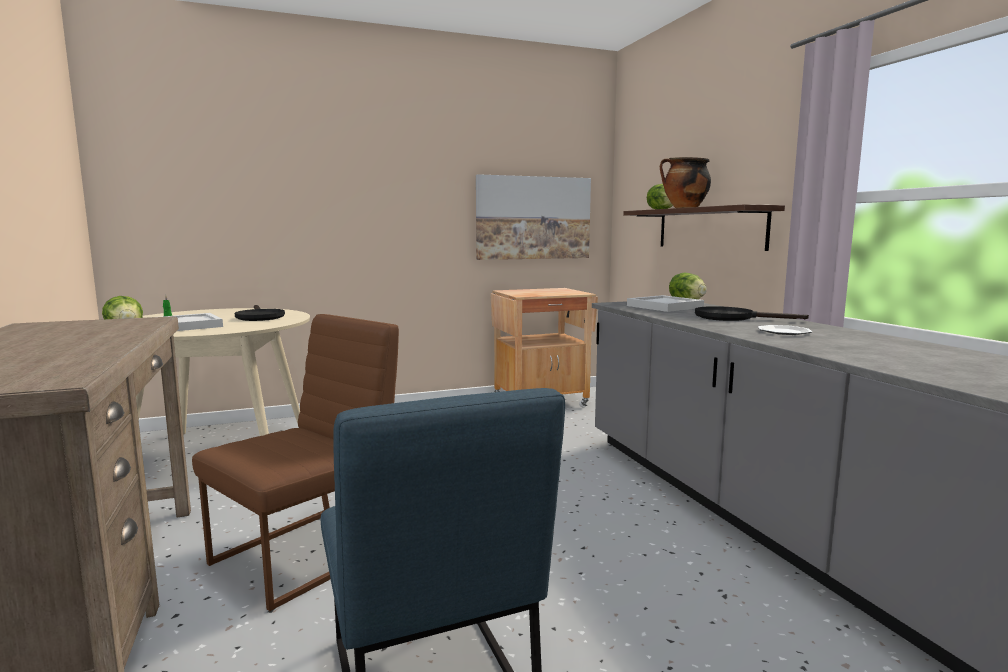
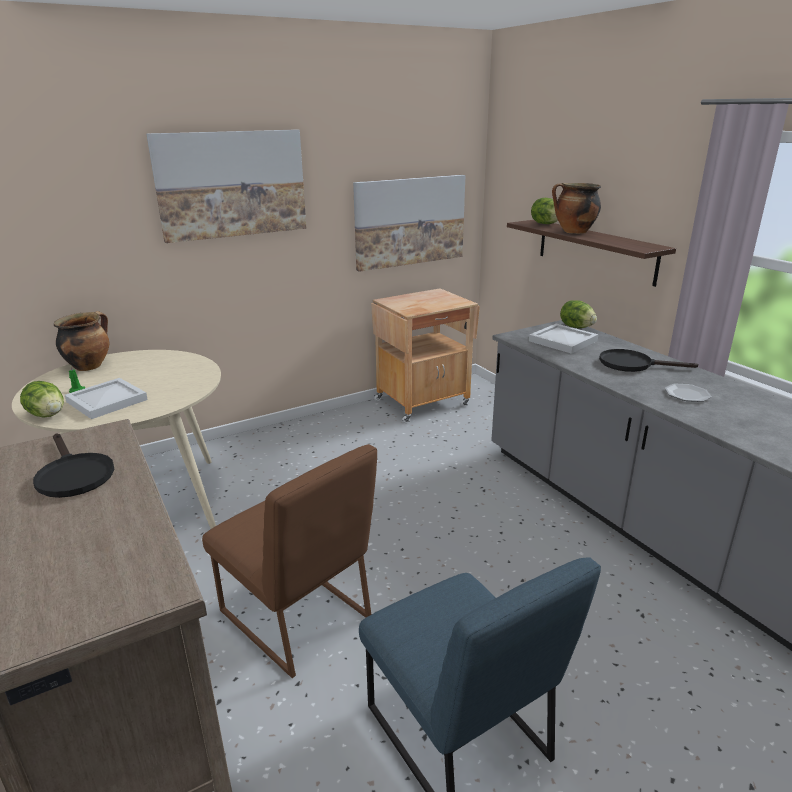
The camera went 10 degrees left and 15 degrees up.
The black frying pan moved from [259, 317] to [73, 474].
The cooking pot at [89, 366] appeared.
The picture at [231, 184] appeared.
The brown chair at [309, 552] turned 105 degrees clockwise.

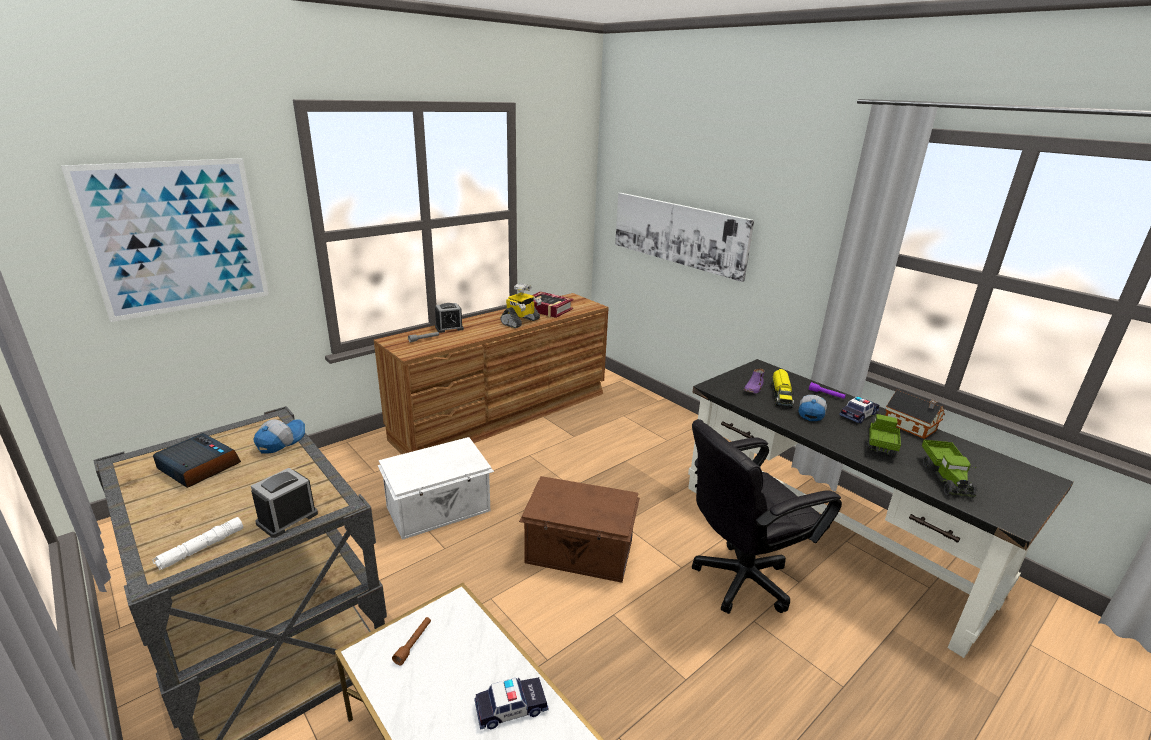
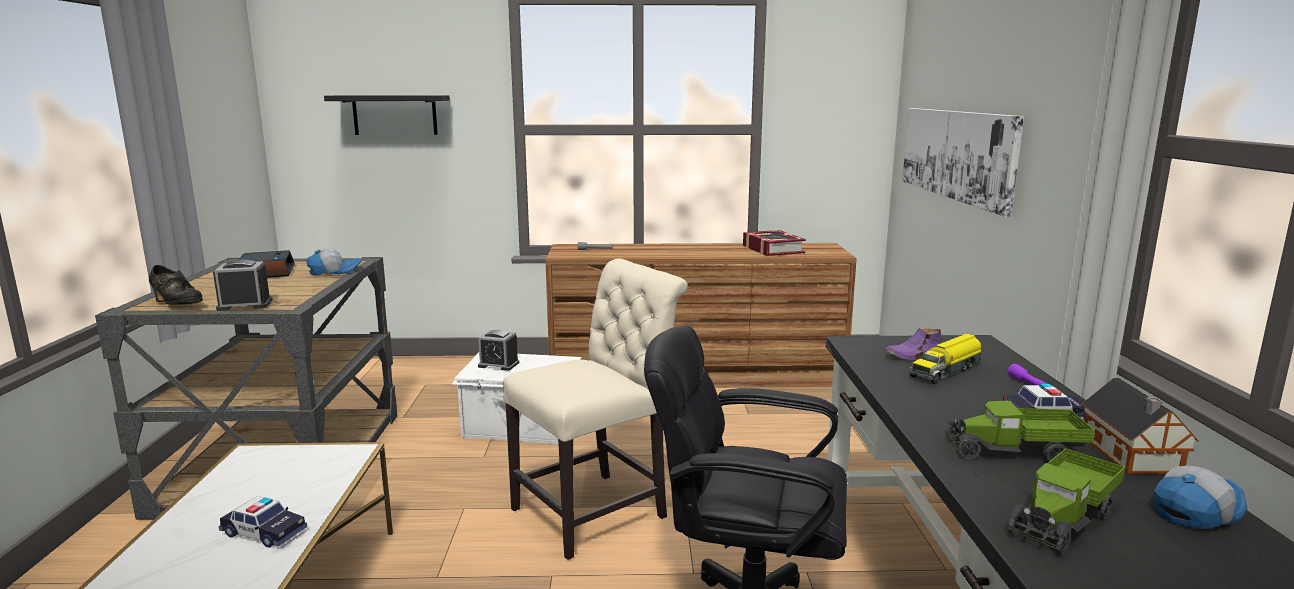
The camera went 40 degrees right and 10 degrees down.
The white flashlight at [201, 548] was replaced by the black shoe at [177, 305].
The picture at [177, 238] was replaced by the black shelf at [395, 115].
The alarm clock moved from [449, 328] to [498, 364].
The brown storage box at [579, 553] was replaced by the beige chair at [598, 511].
The toy truck at [880, 443] turned 150 degrees counterclockwise.
The cap moved from [810, 412] to [1195, 511].
The brown flashlight at [413, 643] disappeared.
The toy robot at [520, 322] disappeared.

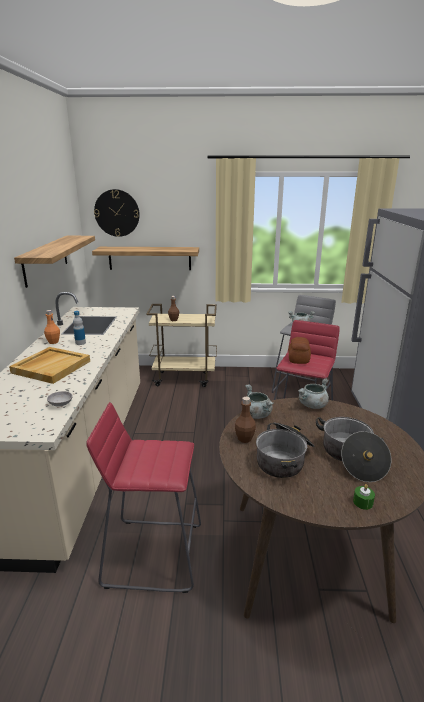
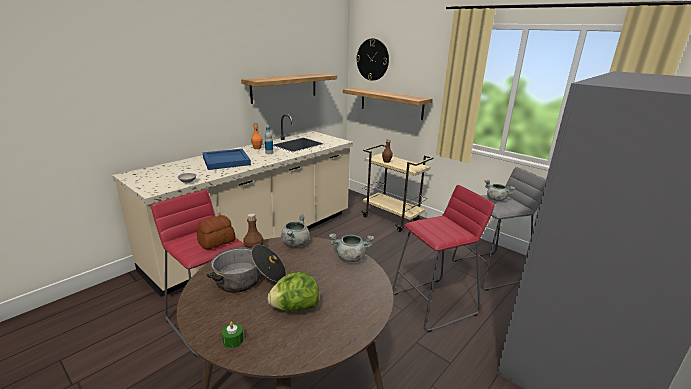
The camera went 40 degrees right and 0 degrees up.
The bread moved from [298, 359] to [216, 241].
The beige tray at [51, 367] became the blue tray at [226, 161].
The cooking pot at [351, 457] was replaced by the lettuce at [295, 308].

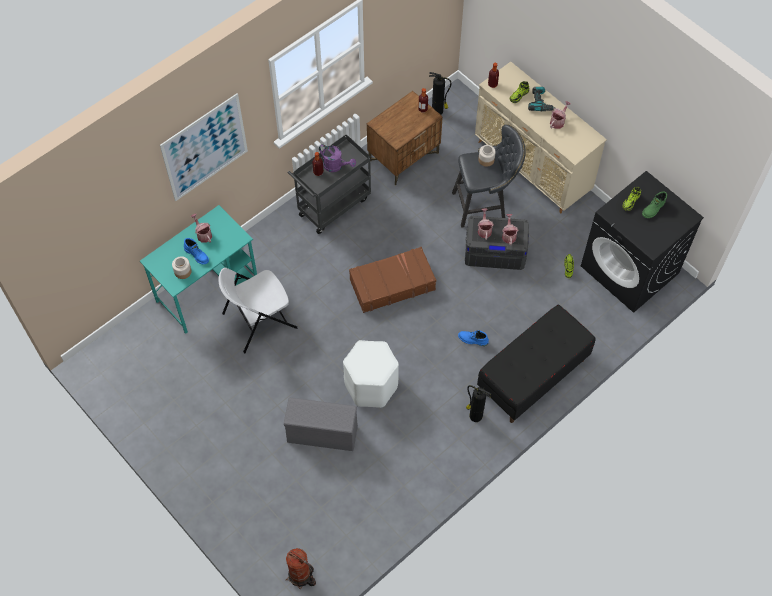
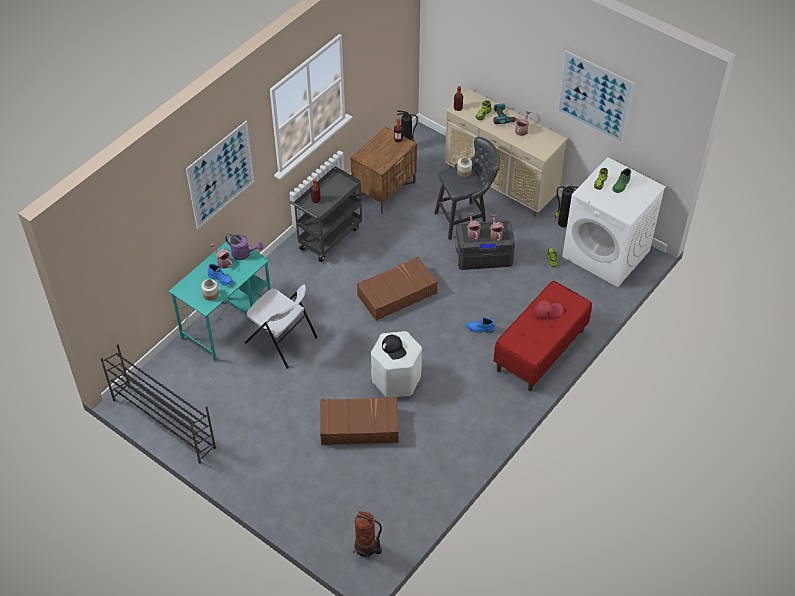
The camera went 10 degrees left and 10 degrees down.
The black shoe rack at [163, 423] appeared.
The purple watering can moved from [336, 166] to [244, 254].
The white chair at [259, 320] turned 105 degrees counterclockwise.
The grey storage box at [321, 434] was replaced by the brown suitcase at [359, 426].
The black cap at [394, 348] appeared.
The black bench at [532, 376] became the red bench at [540, 351].
The red cap at [548, 310] appeared.
The fire extinguisher moved from [475, 415] to [562, 223].
The picture at [594, 97] appeared.
The black washing machine at [630, 270] became the white washing machine at [606, 253].

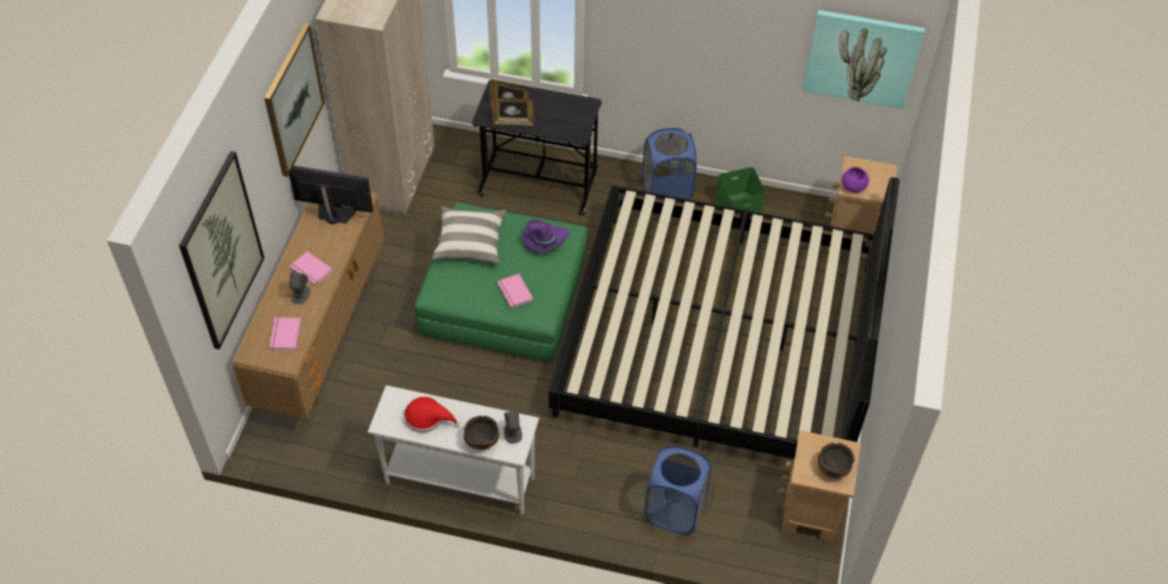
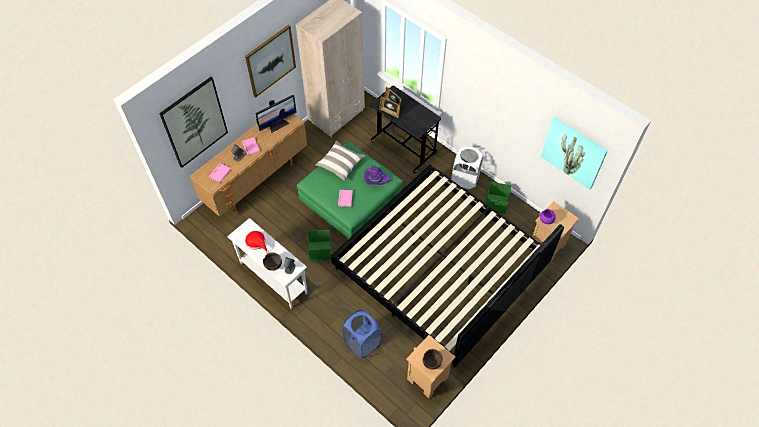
The camera went 30 degrees right and 5 degrees up.
The monitor at [334, 215] turned 105 degrees clockwise.
The green storage box at [319, 250] appeared.
The blue laundry basket at [667, 191] became the white laundry basket at [465, 179].

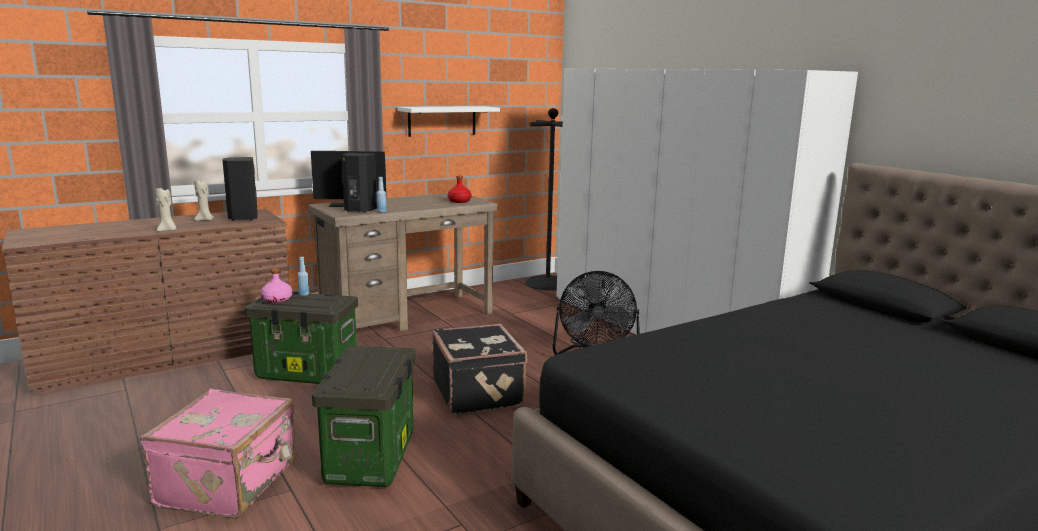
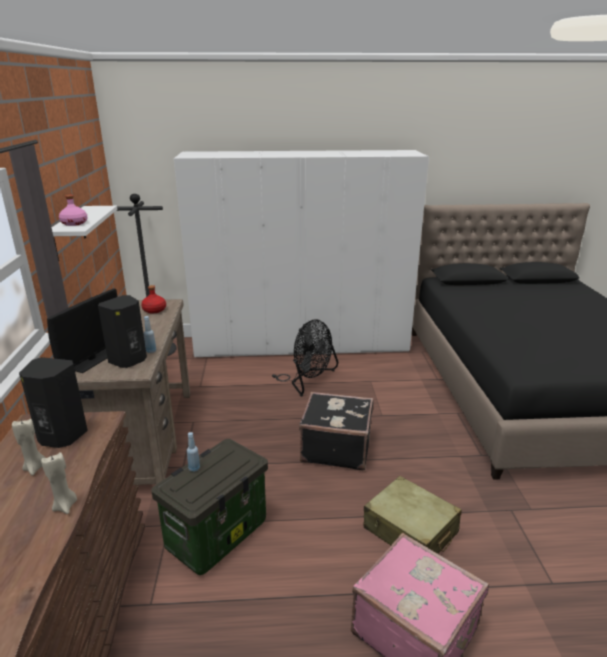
The camera went 60 degrees left and 10 degrees up.
The pink bottle moved from [277, 300] to [74, 223].
The storage box at [371, 459] was replaced by the beige suitcase at [410, 530].

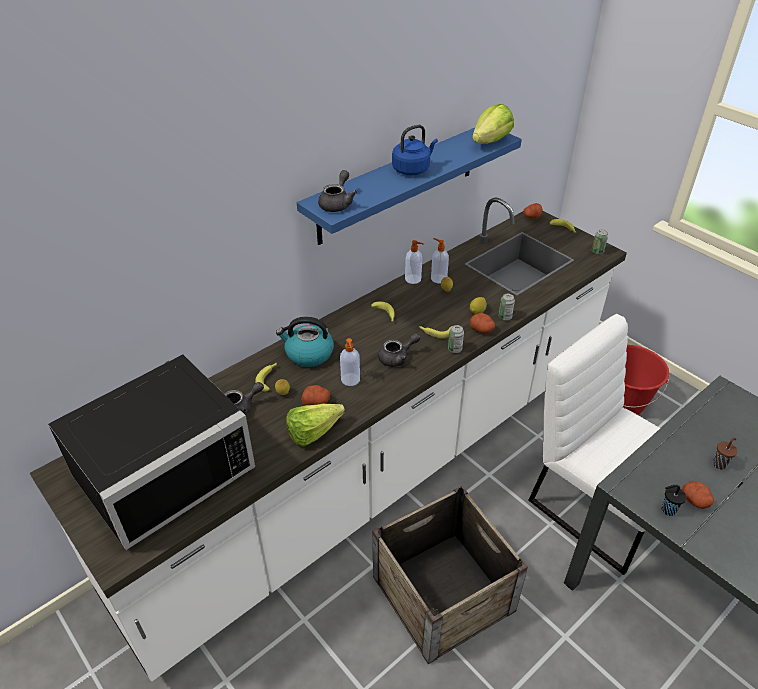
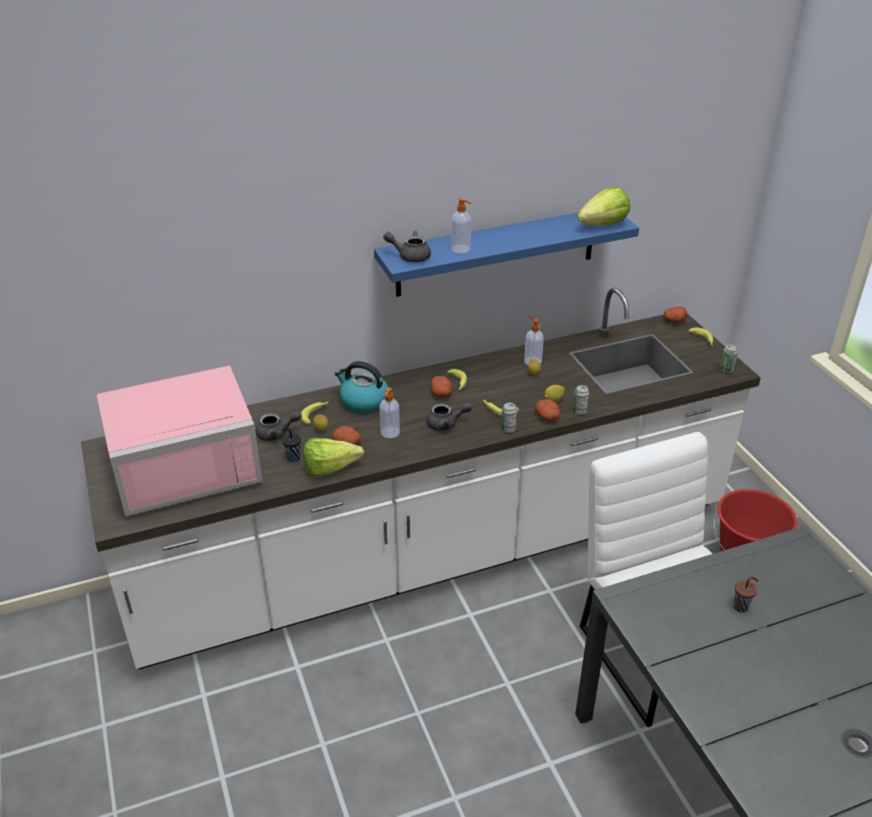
The camera went 20 degrees right and 5 degrees down.
The black microwave at [160, 466] became the pink microwave at [185, 462].
The black cup moved from [667, 510] to [292, 458].
The grey teapot at [337, 203] turned 120 degrees counterclockwise.
The potato moved from [695, 501] to [441, 394].
The soap dispenser moved from [413, 279] to [461, 249].
The crate at [443, 594] disappeared.
The blue kettle at [412, 169] disappeared.

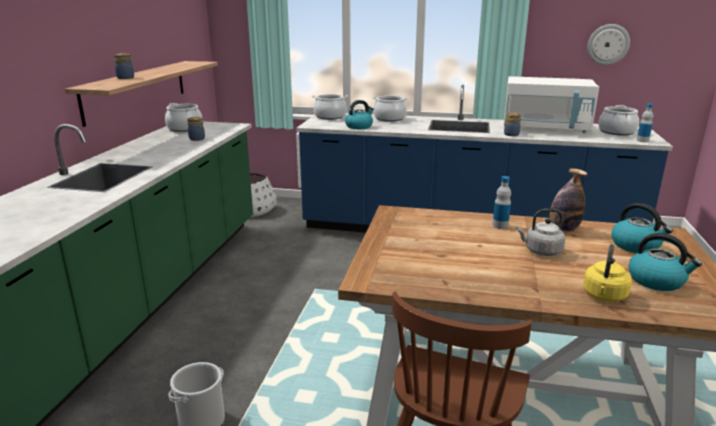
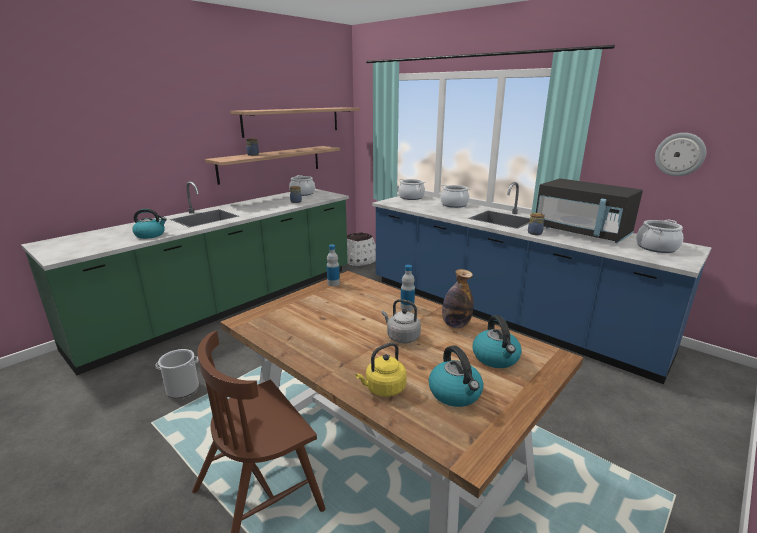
The camera went 30 degrees right and 0 degrees up.
The kettle moved from [359, 126] to [150, 235].
The shelf at [292, 121] appeared.
The bottle moved from [642, 141] to [333, 283].
The white microwave at [545, 128] became the black microwave at [581, 232].

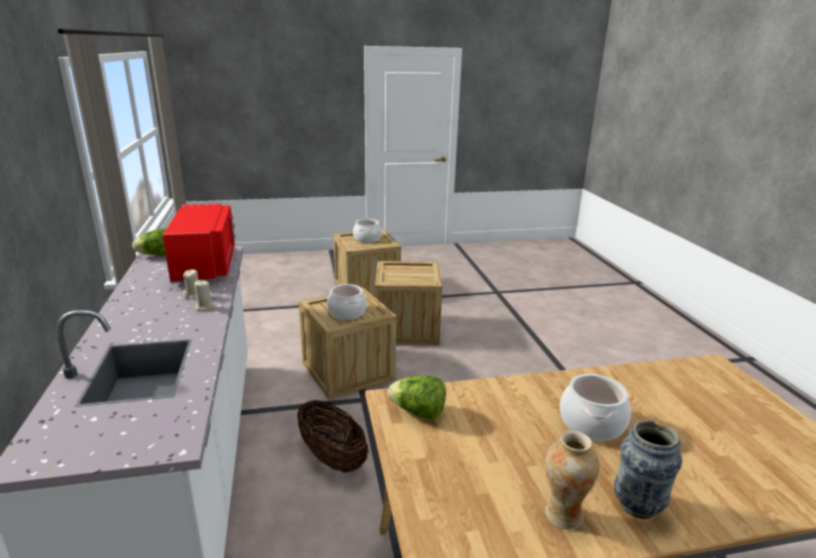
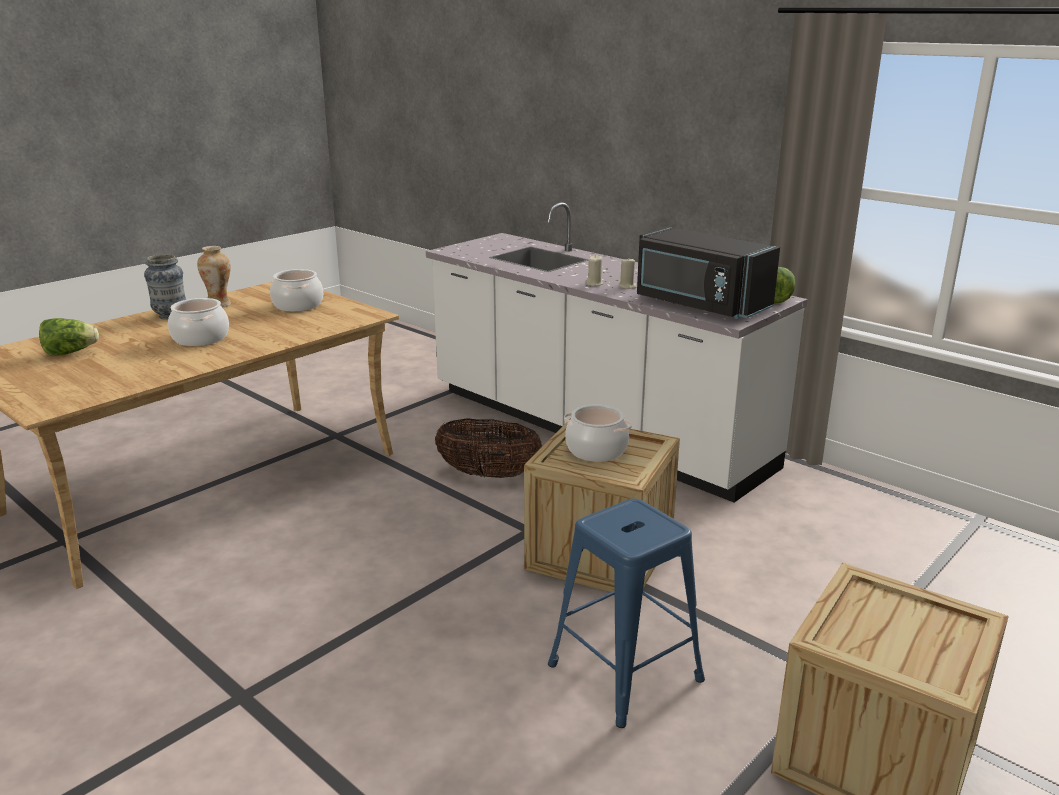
The camera went 145 degrees right and 0 degrees up.
The lettuce moved from [418, 412] to [70, 353].
The cooking pot moved from [367, 239] to [298, 305].
The crate at [406, 329] was replaced by the blue stool at [625, 672].
The red microwave at [207, 265] became the black microwave at [699, 305].

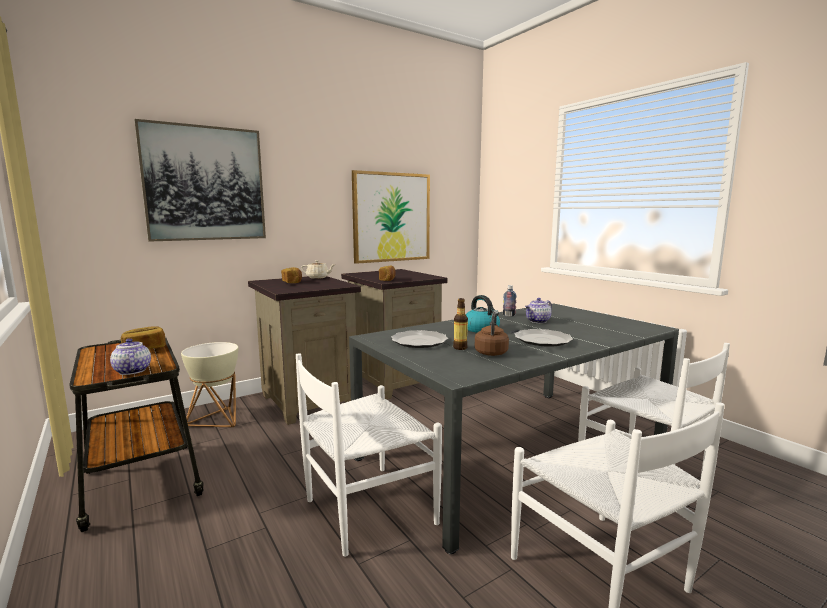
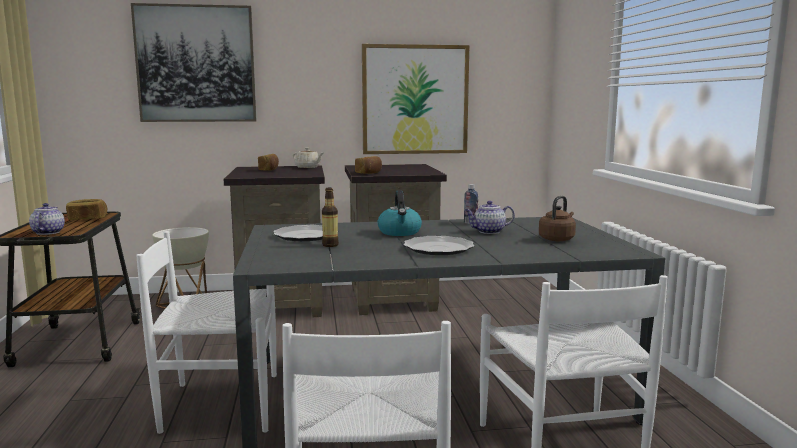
The camera went 25 degrees right and 0 degrees up.
The brown kettle moved from [491, 352] to [557, 239].

